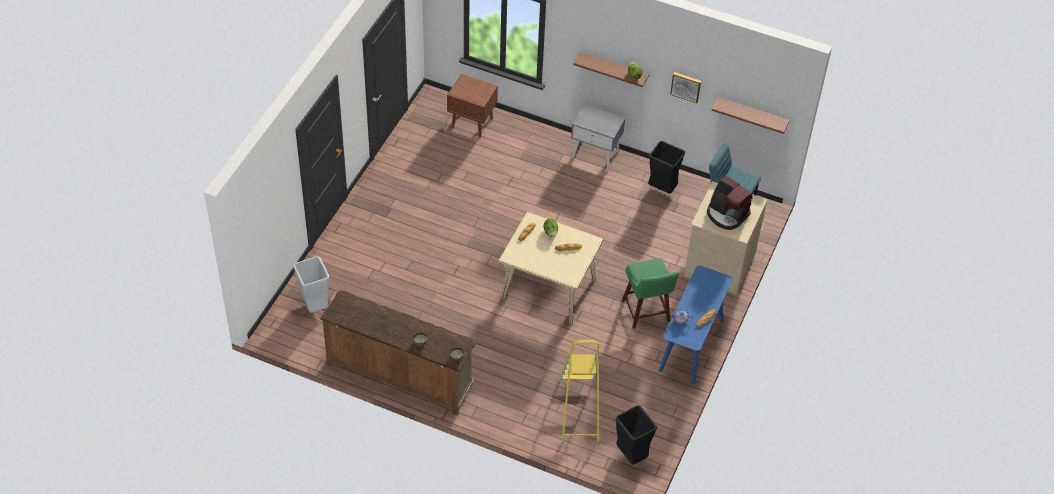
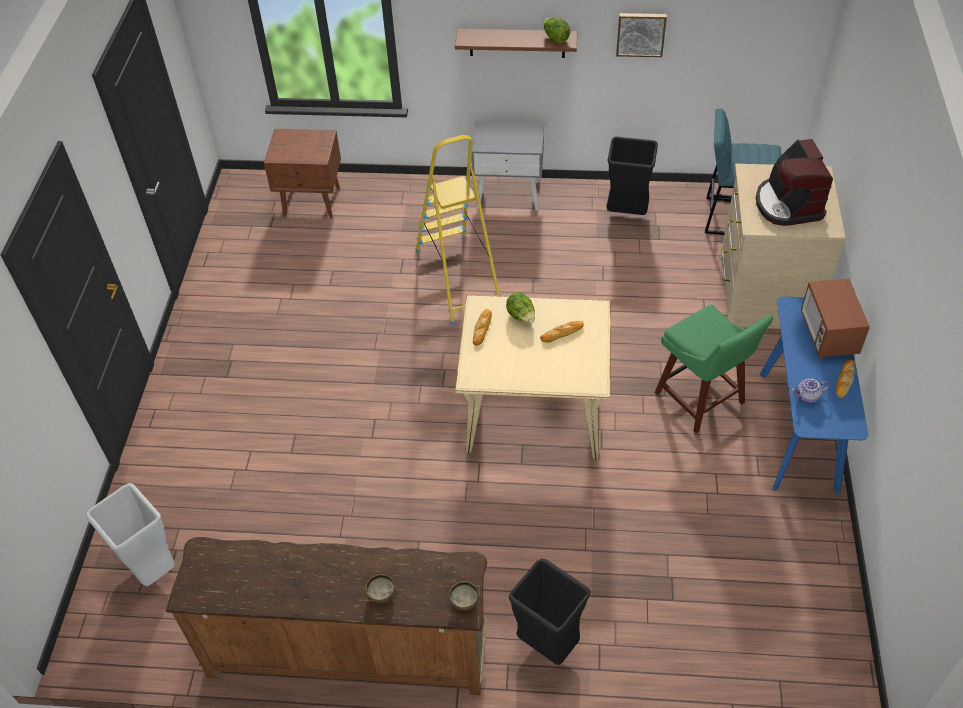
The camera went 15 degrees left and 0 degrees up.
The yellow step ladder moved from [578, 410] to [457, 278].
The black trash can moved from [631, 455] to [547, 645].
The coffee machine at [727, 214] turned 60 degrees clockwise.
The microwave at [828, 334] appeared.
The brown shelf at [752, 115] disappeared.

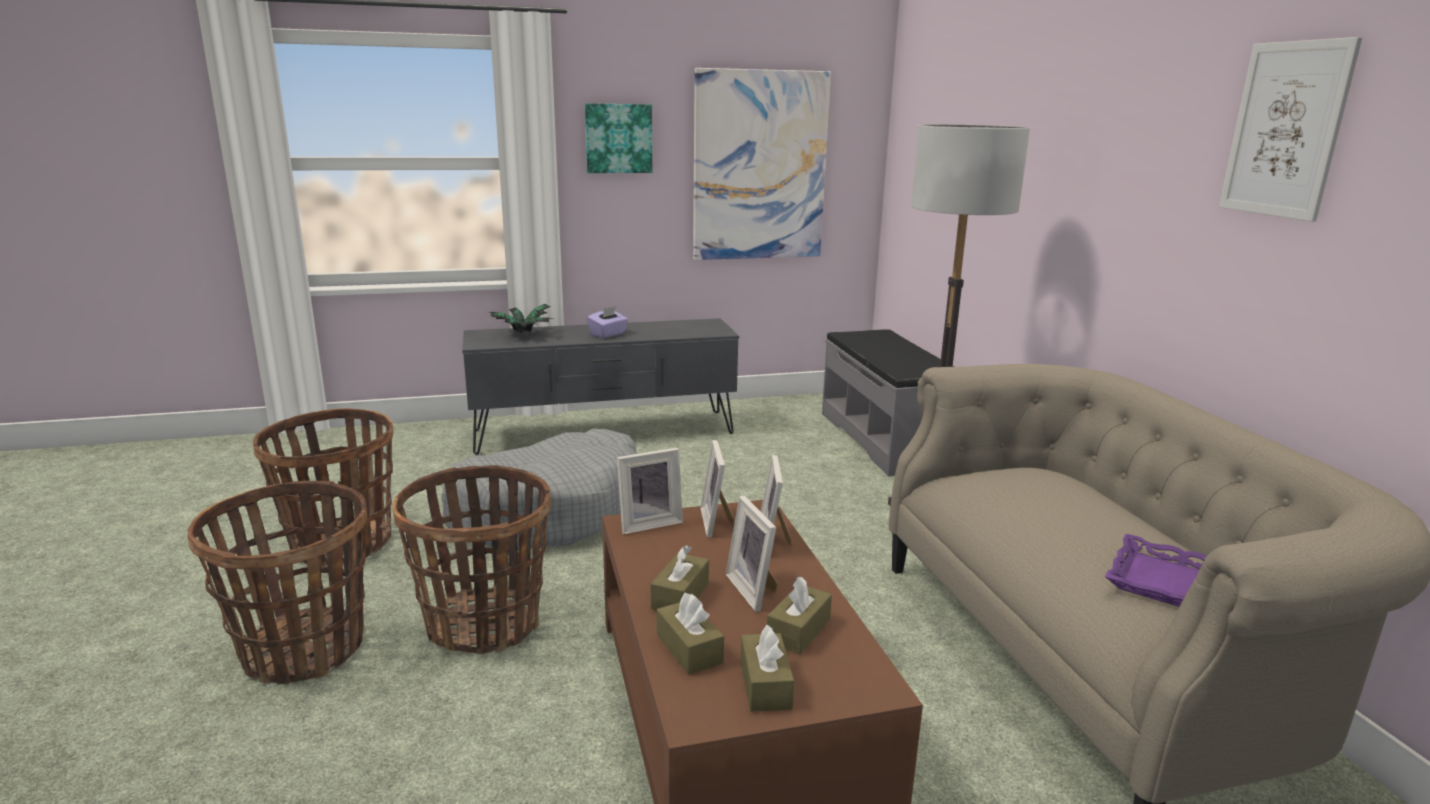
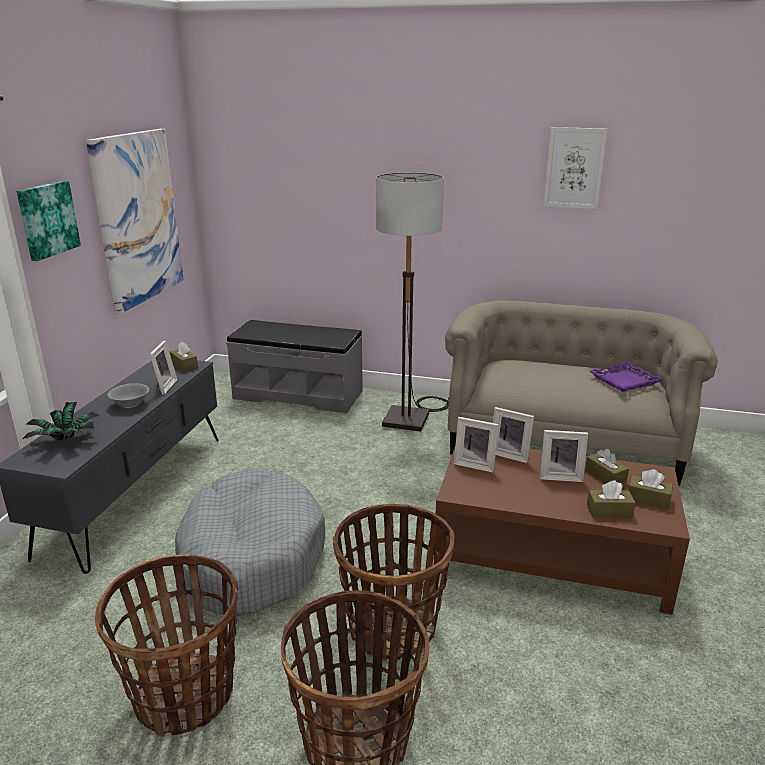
The camera went 60 degrees left and 5 degrees up.
The purple tissue box at [608, 334] was replaced by the grey bowl at [130, 404].
The picture frame moved from [648, 523] to [163, 387].
The brown tissue box moved from [680, 596] to [184, 365].

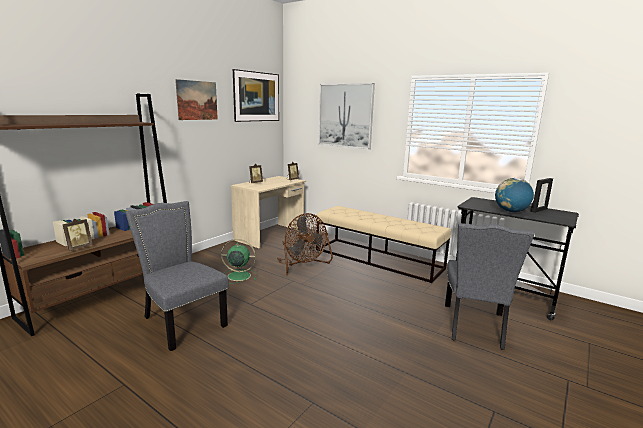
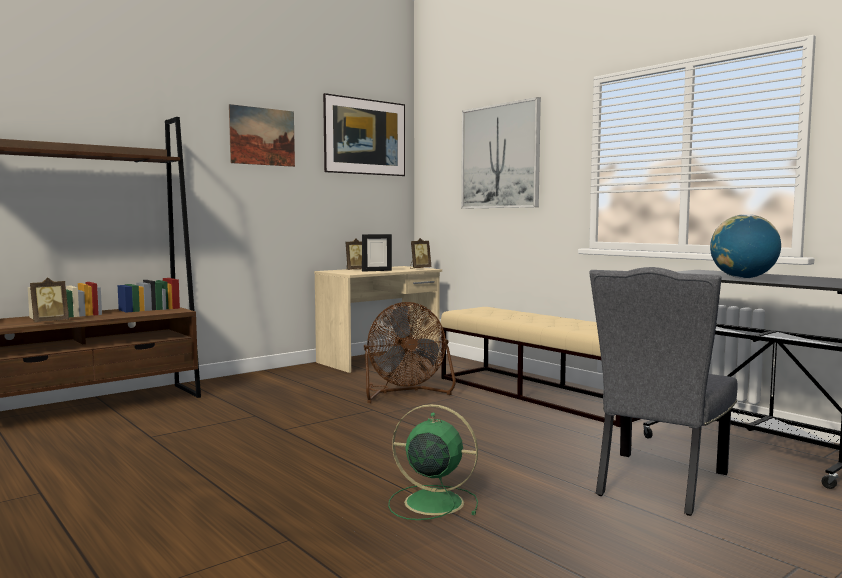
The camera went 15 degrees right and 10 degrees down.
The picture frame moved from [538, 210] to [376, 270].
The green fan moved from [238, 276] to [431, 502].
The grey chair at [183, 323] disappeared.

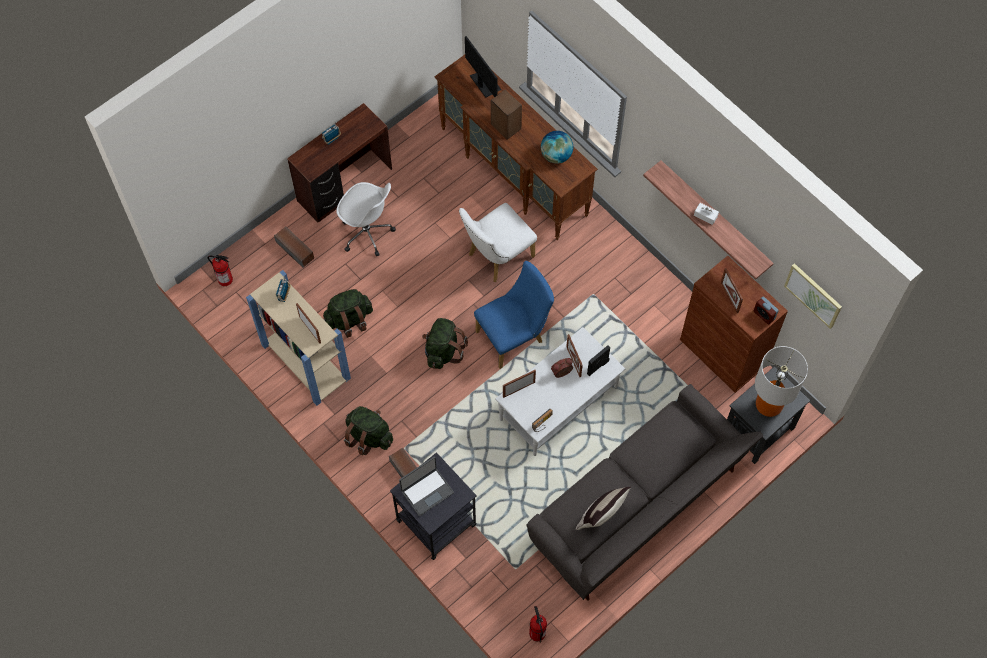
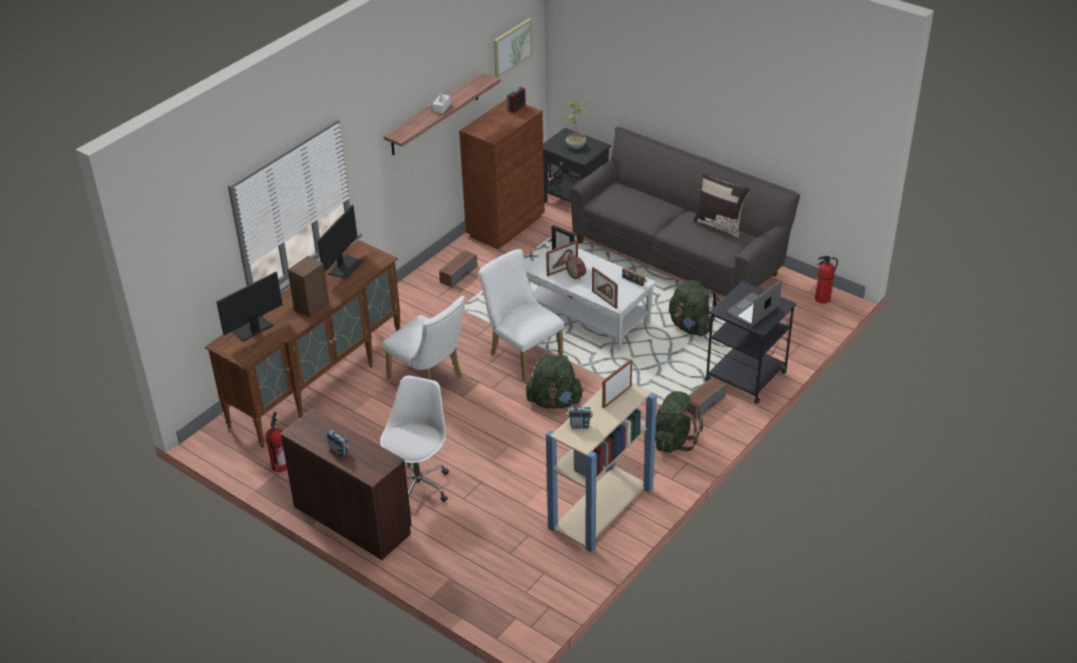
The camera went 100 degrees left and 25 degrees down.
The fire extinguisher moved from [226, 279] to [280, 465].
The globe at [556, 155] was replaced by the monitor at [345, 267].
The speaker moved from [295, 250] to [458, 274].
The blue chair at [514, 336] became the white chair at [522, 354].
The table lamp at [768, 404] was replaced by the potted plant at [576, 146].
The green backpack moved from [349, 320] to [690, 326].
The laptop at [427, 491] turned 90 degrees counterclockwise.
The picture frame at [729, 297] disappeared.

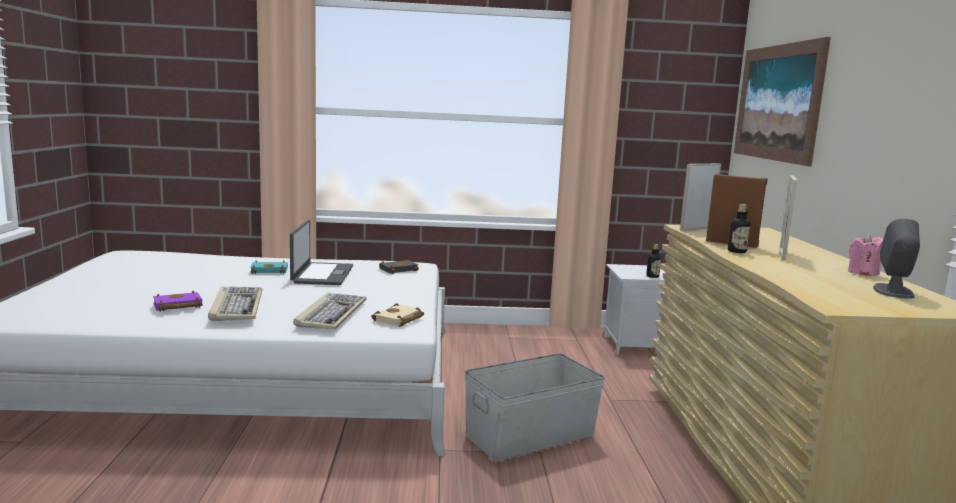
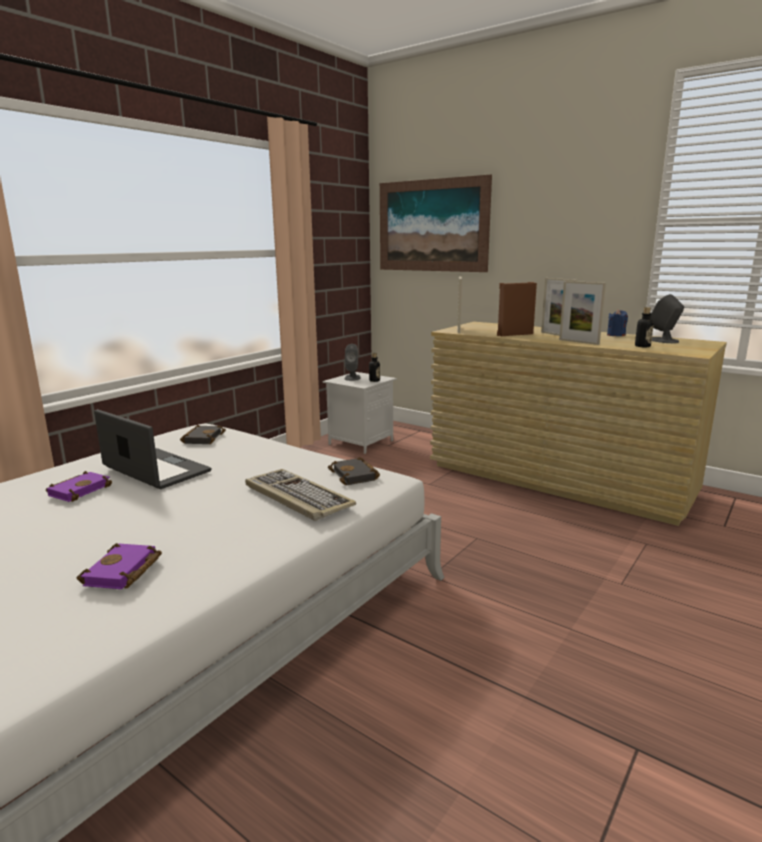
The camera went 50 degrees left and 5 degrees up.
The turquoise book at [270, 270] became the purple book at [80, 490].
The beige book at [398, 320] became the black book at [356, 476].
The grey speaker at [352, 378] appeared.
The picture frame at [578, 342] appeared.
The pink candle at [863, 273] became the blue candle at [616, 335].
The bottle moved from [736, 251] to [642, 346].
The keyboard at [236, 306] disappeared.
The grey storage box at [531, 436] disappeared.

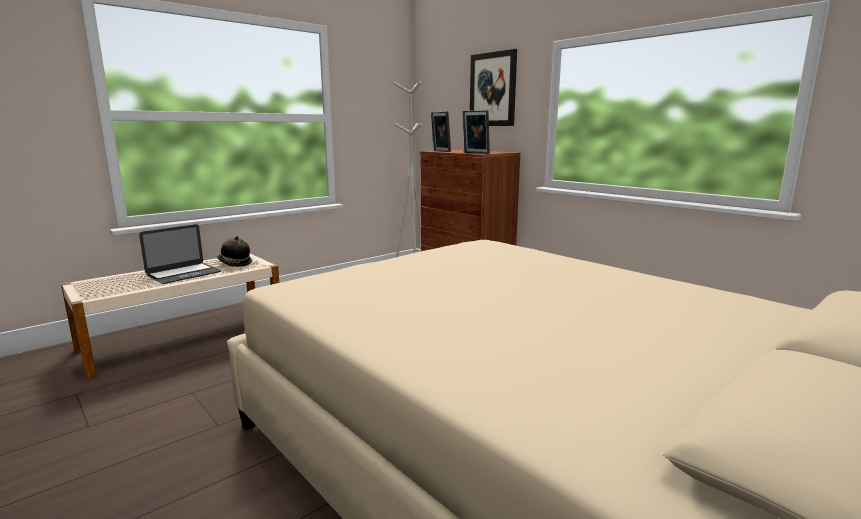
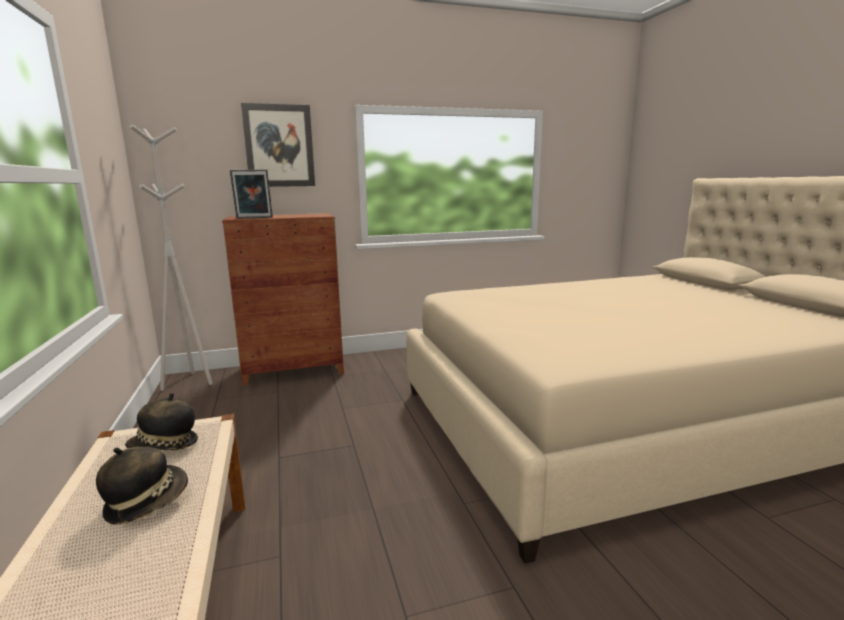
The camera went 65 degrees left and 0 degrees up.
The laptop at [183, 273] was replaced by the hat at [147, 502].
The picture frame at [475, 153] disappeared.

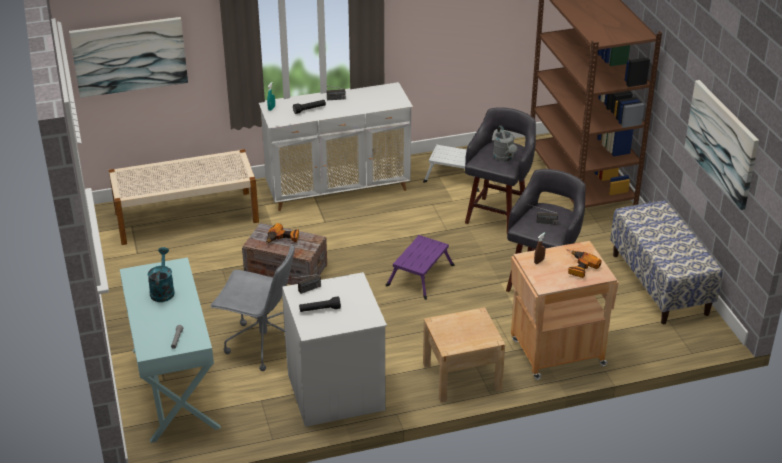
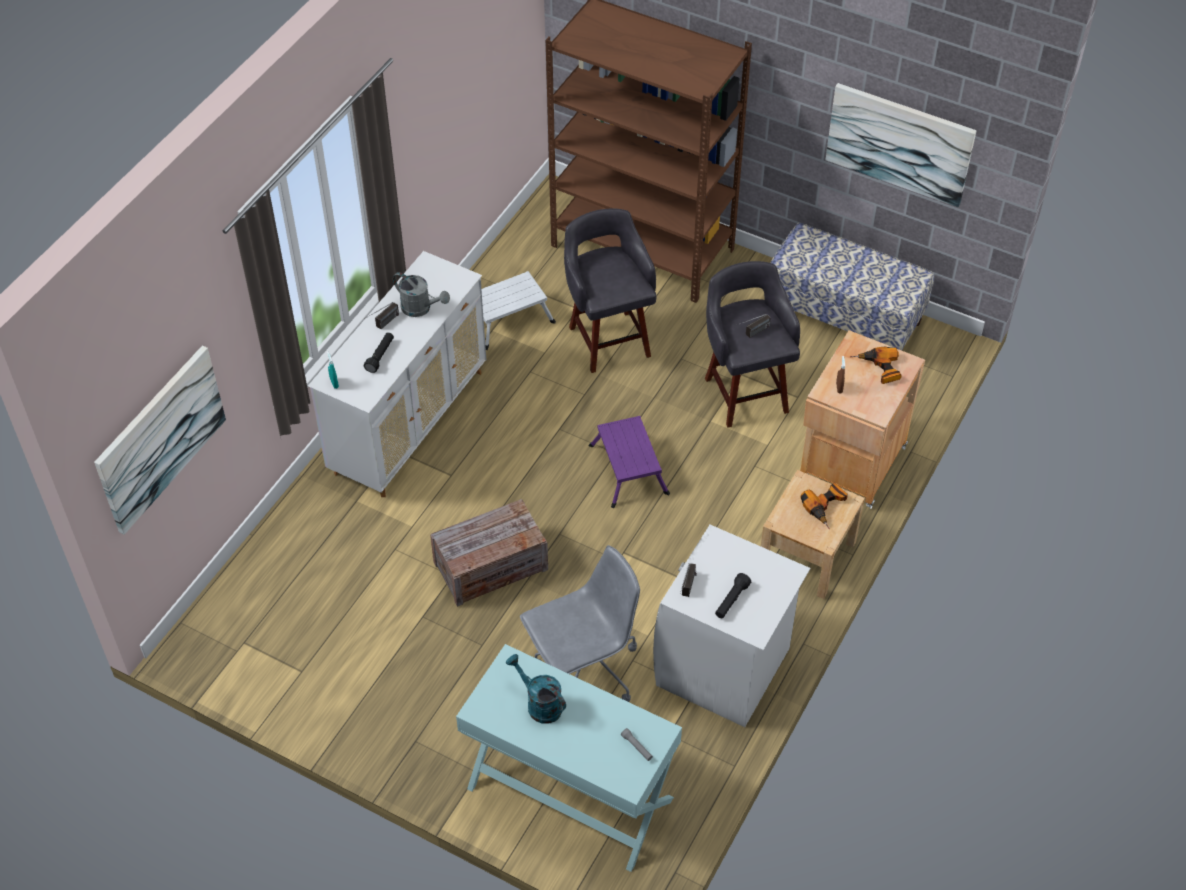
The camera went 45 degrees left and 15 degrees up.
The grey watering can moved from [504, 158] to [420, 308].
The power drill moved from [282, 240] to [826, 507].
The beige bench at [186, 217] disappeared.

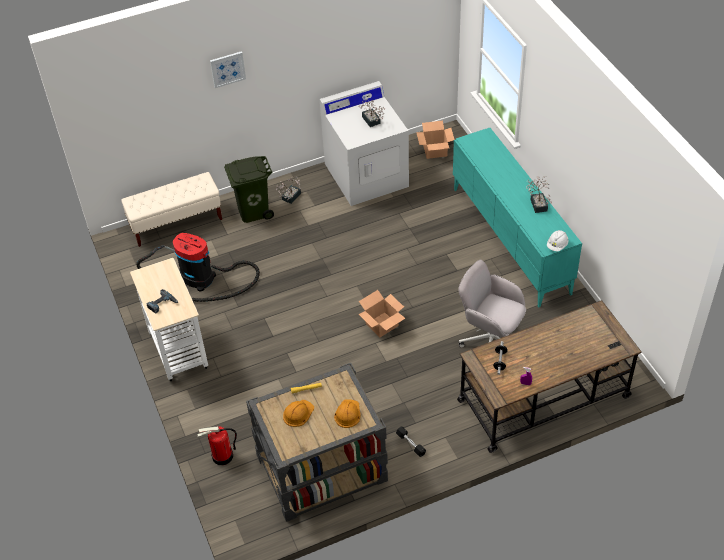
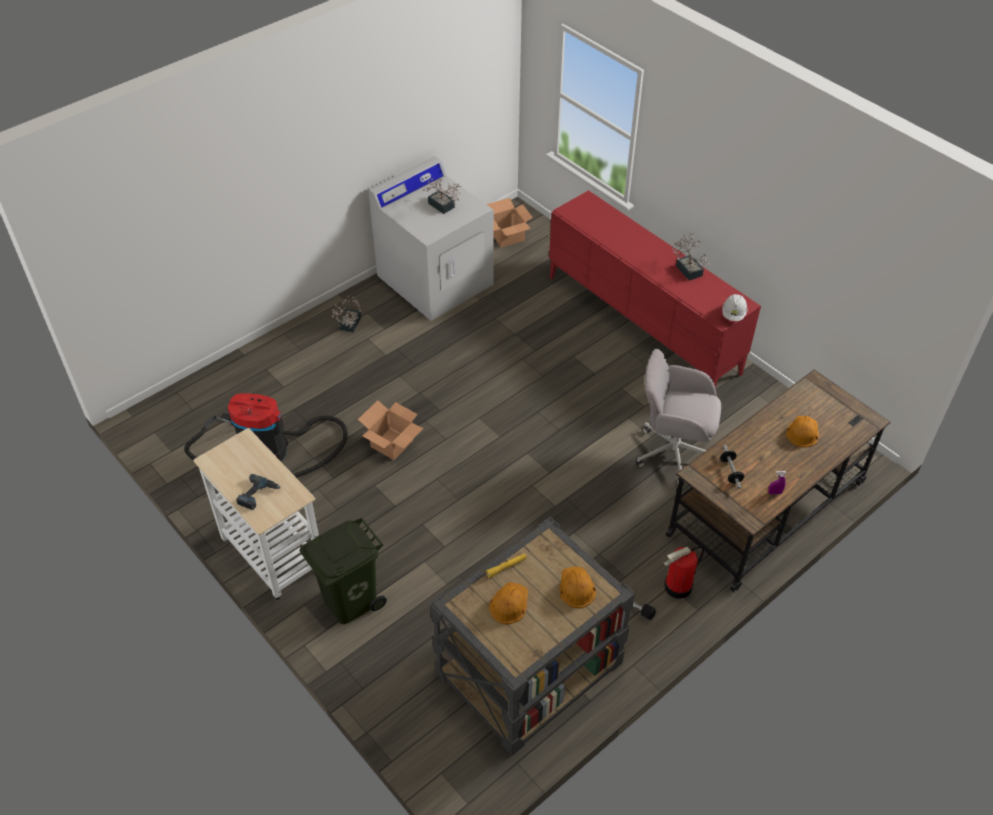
The camera went 20 degrees left and 0 degrees up.
The green trash can moved from [253, 211] to [349, 600].
The cardboard box moved from [382, 324] to [392, 443].
The turquoise cabinet at [511, 240] became the red cabinet at [643, 324].
The fire extinguisher moved from [222, 456] to [678, 587].
The orange hard hat at [802, 432] appeared.
The beige bench at [176, 223] disappeared.
The picture at [227, 69] disappeared.

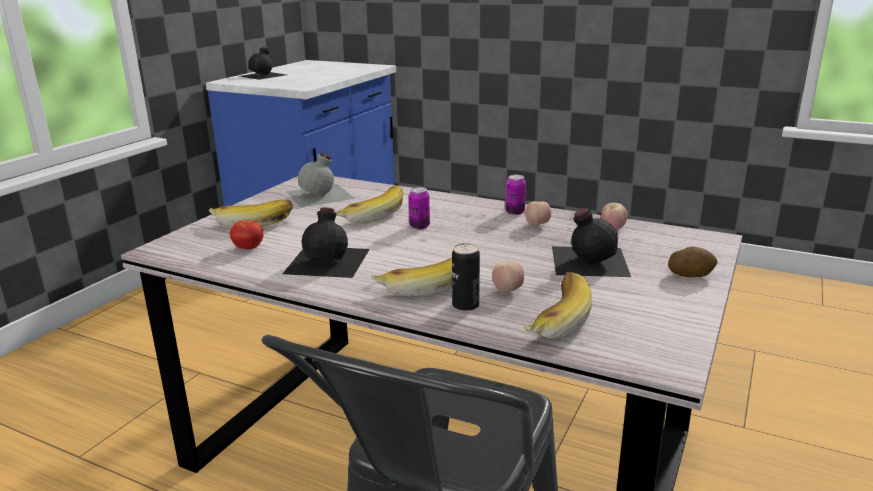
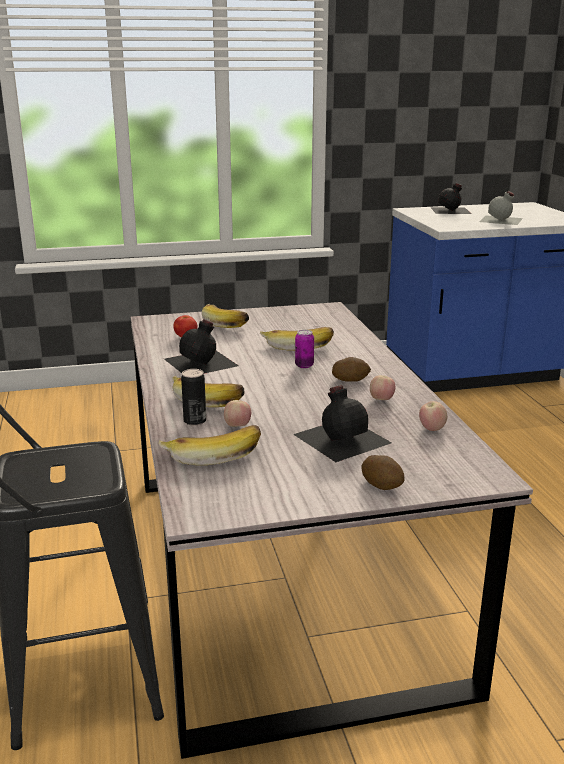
The camera went 50 degrees right and 0 degrees up.
The potato at [350, 380] appeared.
The grey bottle moved from [321, 195] to [501, 220].
The can at [515, 212] disappeared.

